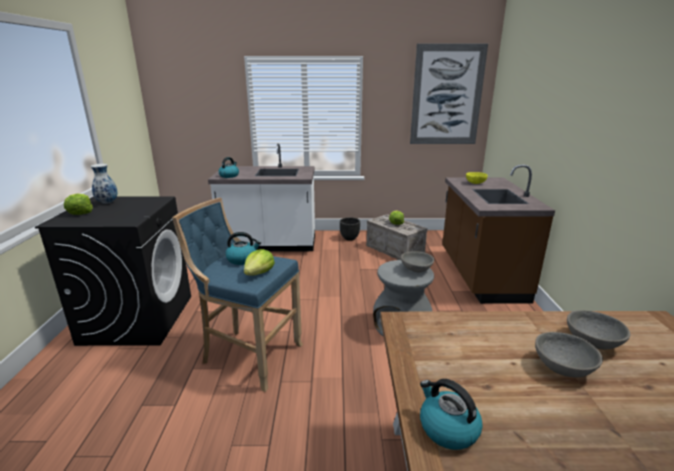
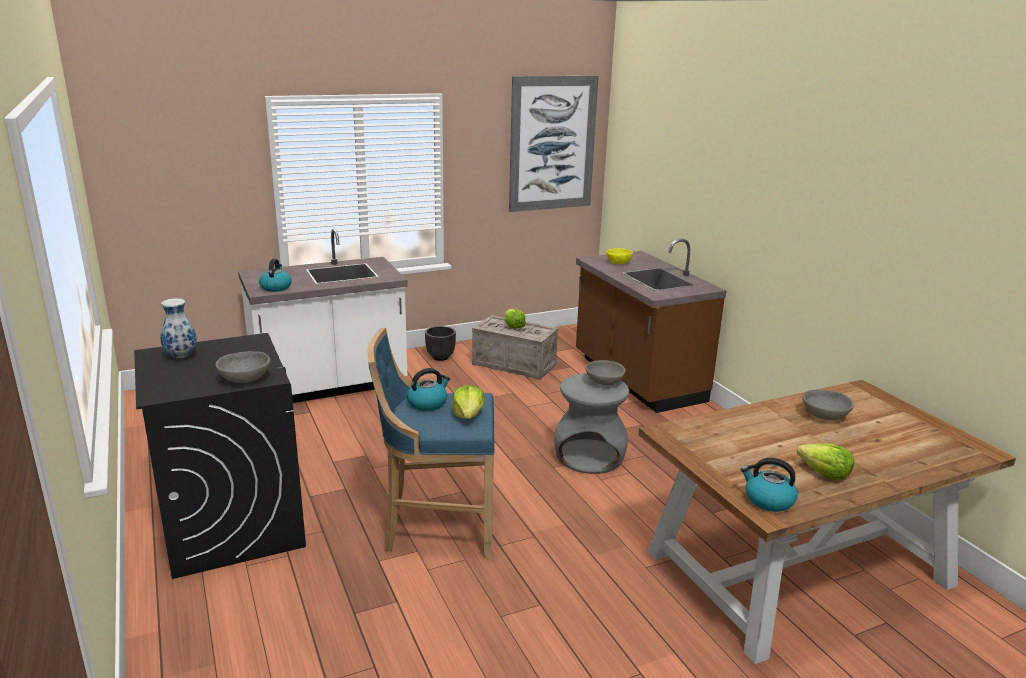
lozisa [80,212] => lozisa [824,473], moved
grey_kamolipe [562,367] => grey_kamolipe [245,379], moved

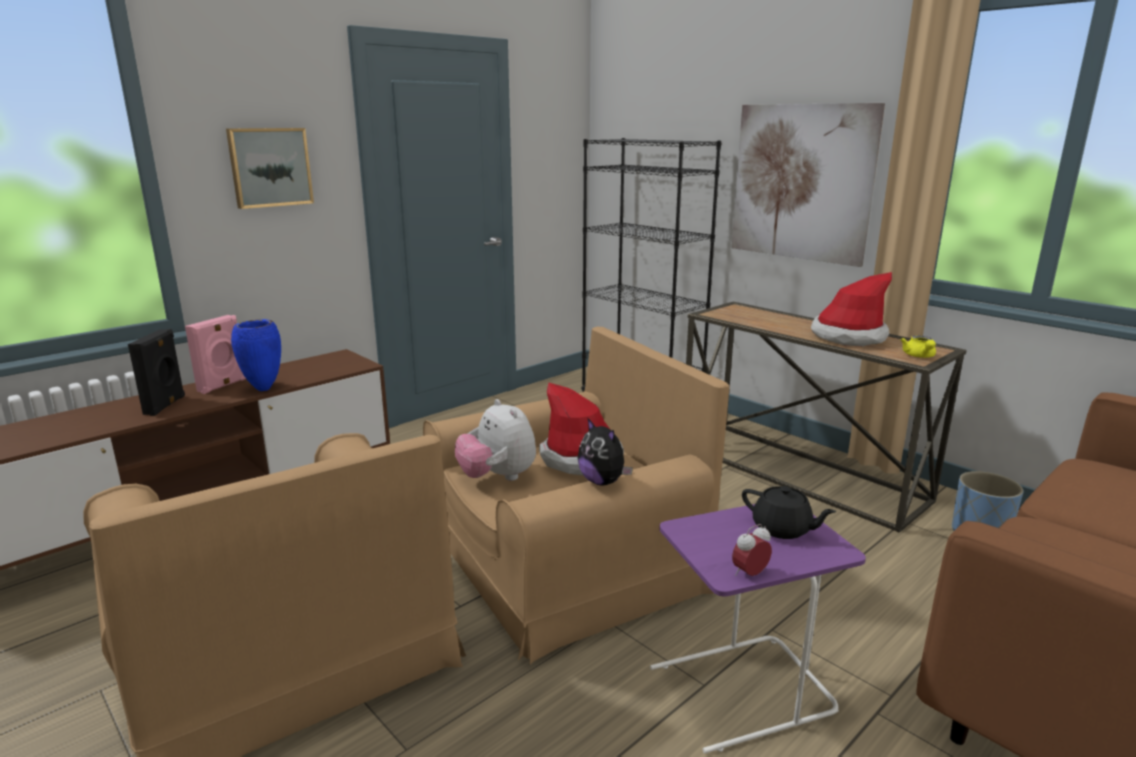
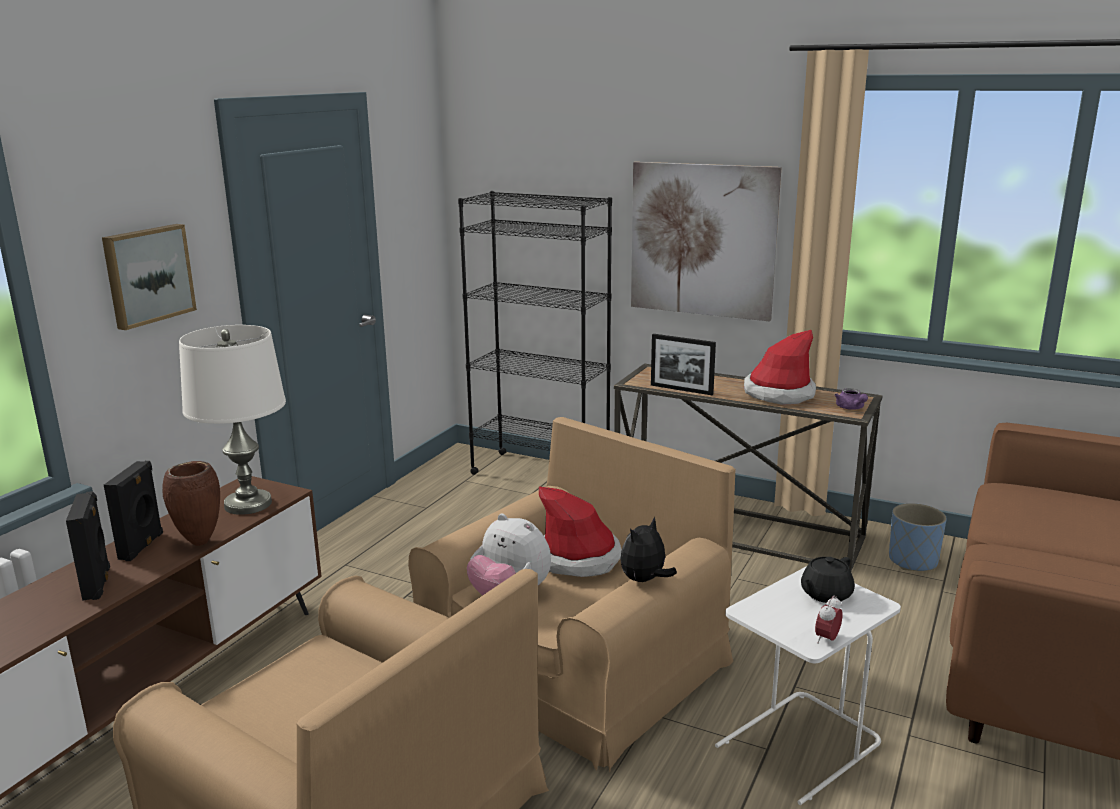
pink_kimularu [223,385] => black_kimularu [142,546]
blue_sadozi [263,389] => brown_sadozi [198,542]
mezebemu [603,481] => mezebemu [645,580], 105 degrees clockwise
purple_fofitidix [742,692] => white_fofitidix [800,746]
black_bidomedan [782,529] => black_bidomedan [825,594], 120 degrees clockwise
yellow_bidomedan [919,356] => purple_bidomedan [851,408]
nothing => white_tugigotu [248,504]
nothing => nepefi [681,389]

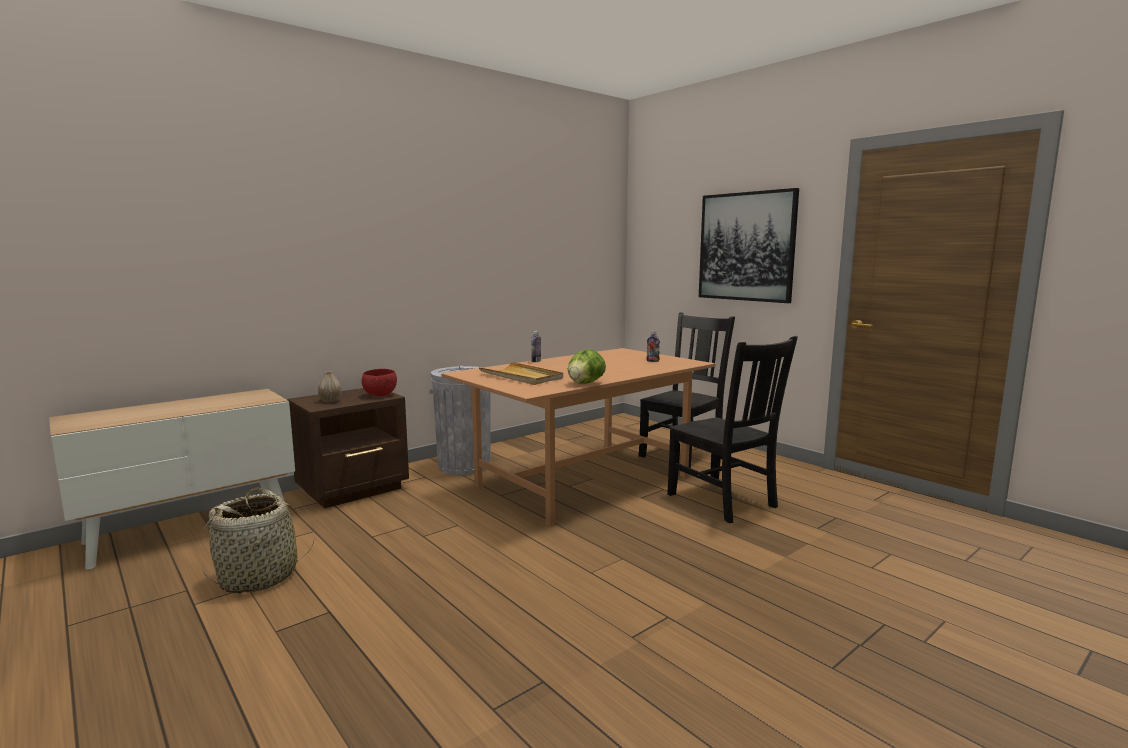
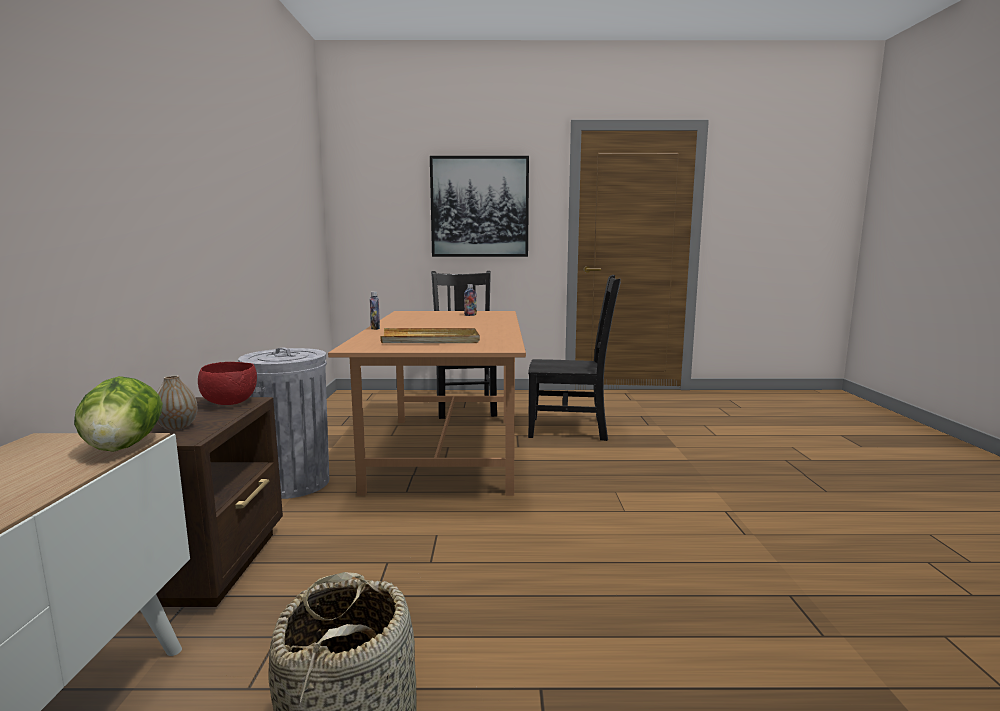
lozisa [585,383] => lozisa [123,447], moved

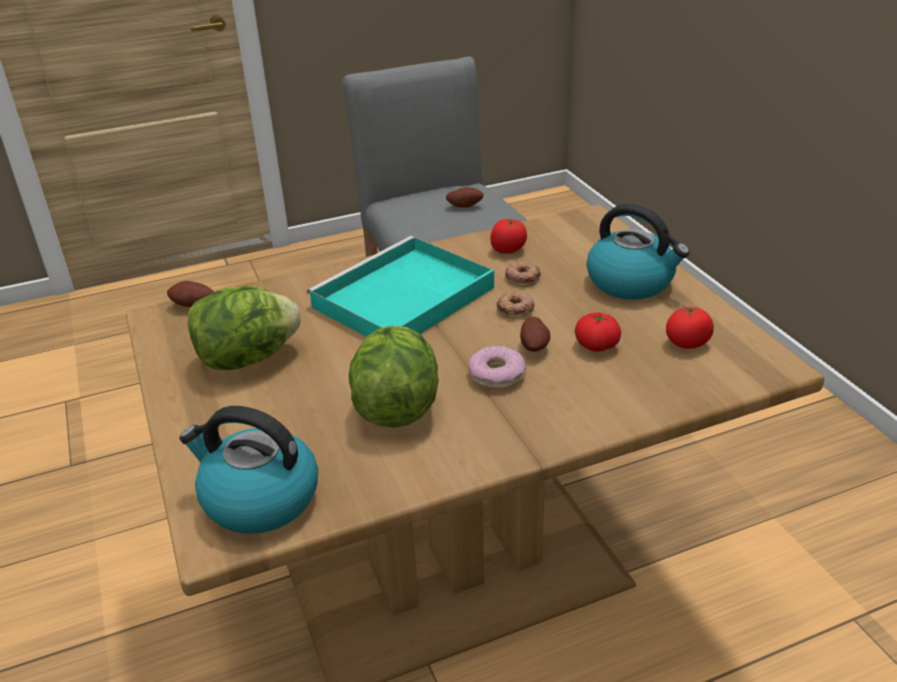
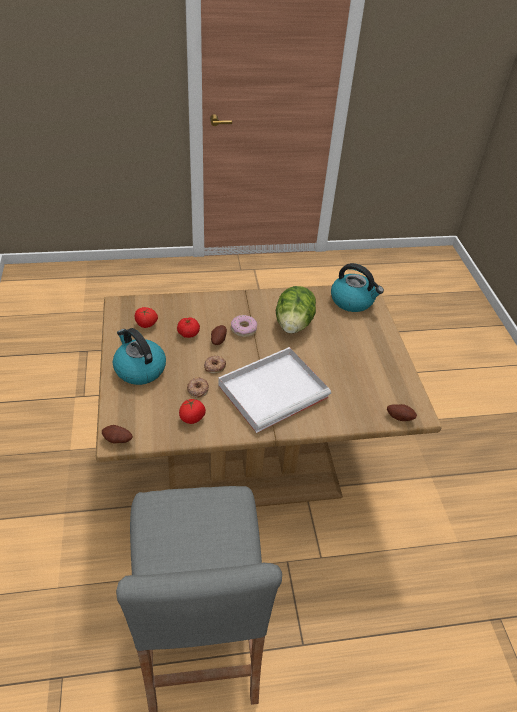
lozisa [247,358] => nothing
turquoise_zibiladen [401,299] => white_zibiladen [274,390]
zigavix [465,206] => zigavix [117,440], moved

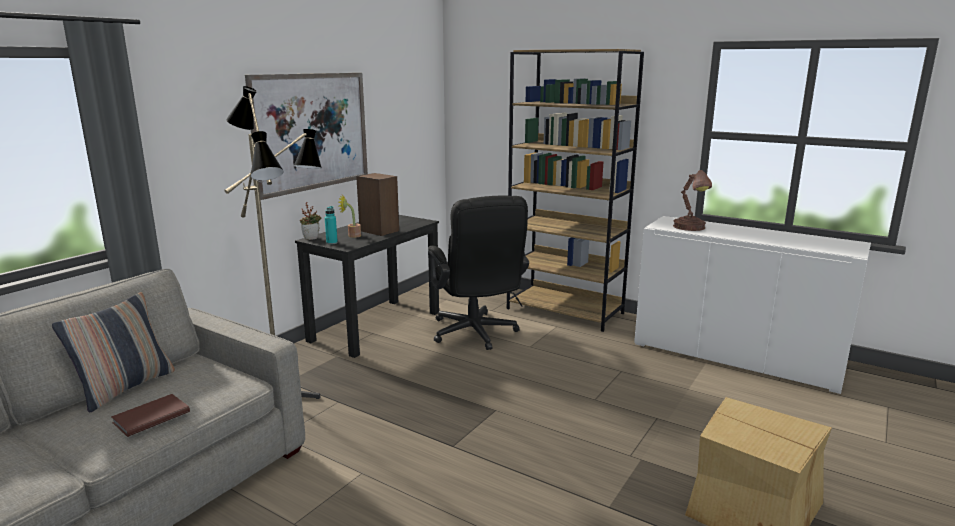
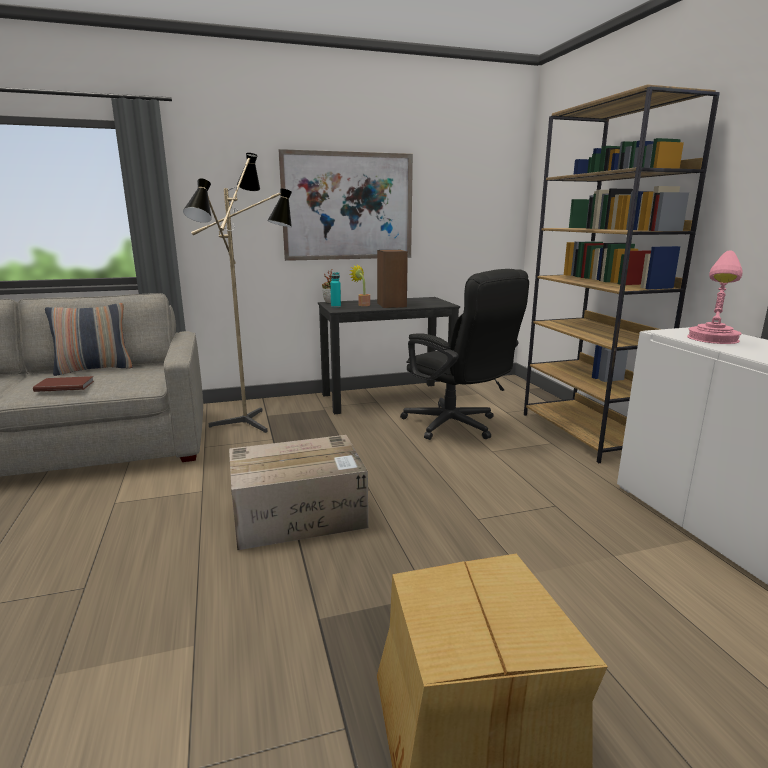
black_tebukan [476,335] => black_tebukan [457,427], 60 degrees counterclockwise
brown_tugigotu [690,227] => pink_tugigotu [713,339]
nothing => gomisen [300,513]

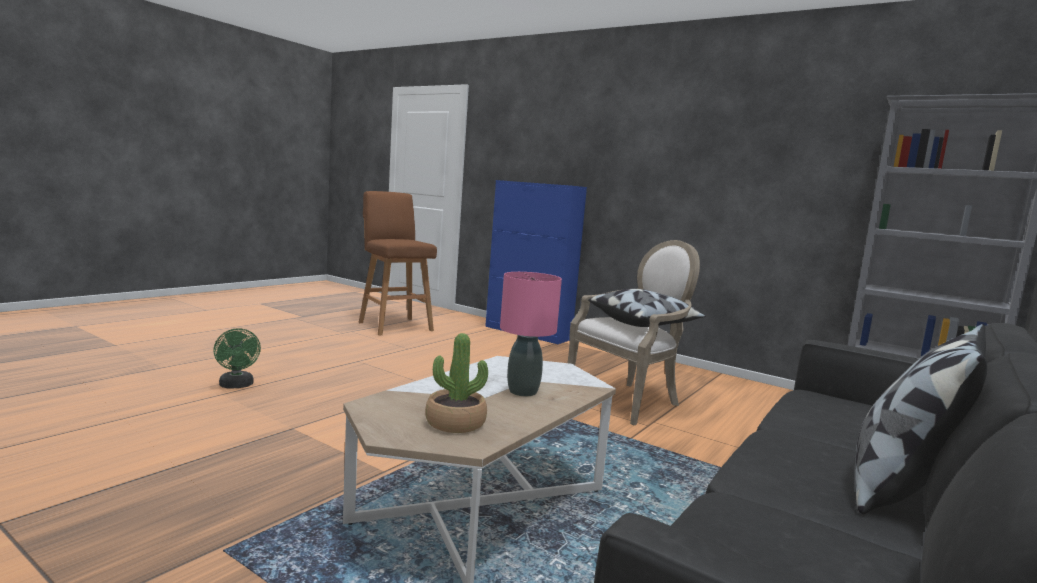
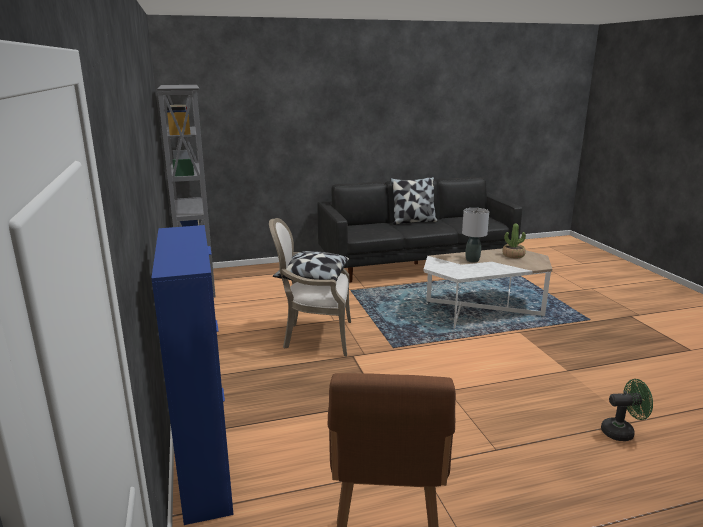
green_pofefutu [237,386] => green_pofefutu [622,432], 75 degrees clockwise
pink_tugigotu [523,391] => grey_tugigotu [472,260]

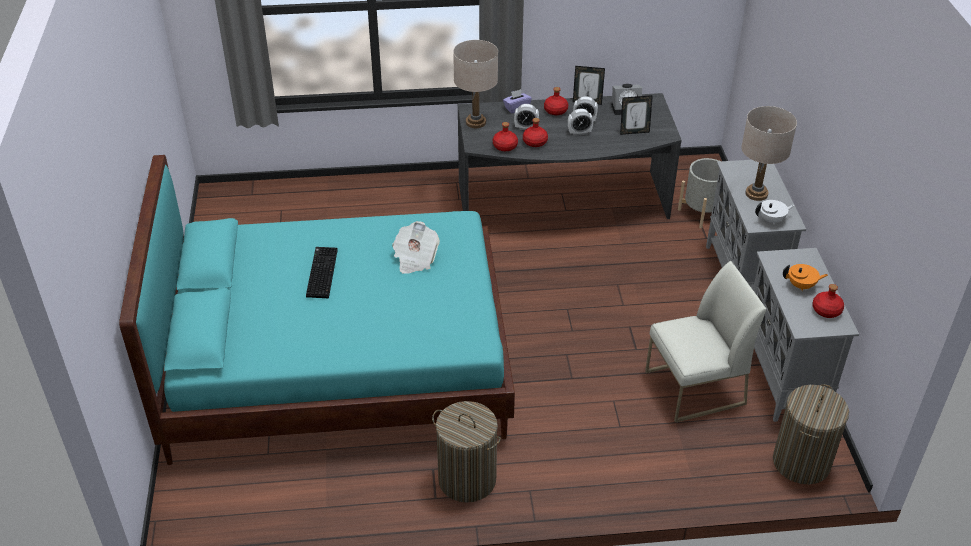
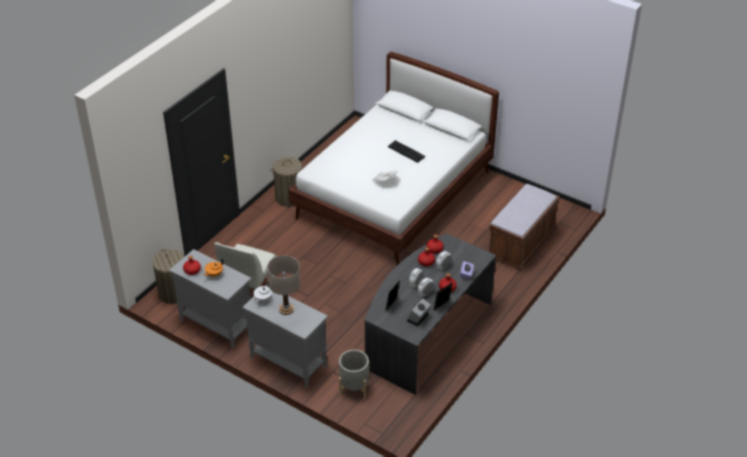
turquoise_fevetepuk [338,364] => white_fevetepuk [394,195]
beige_tugigotu [475,122] => nothing
nothing => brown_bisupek [521,244]

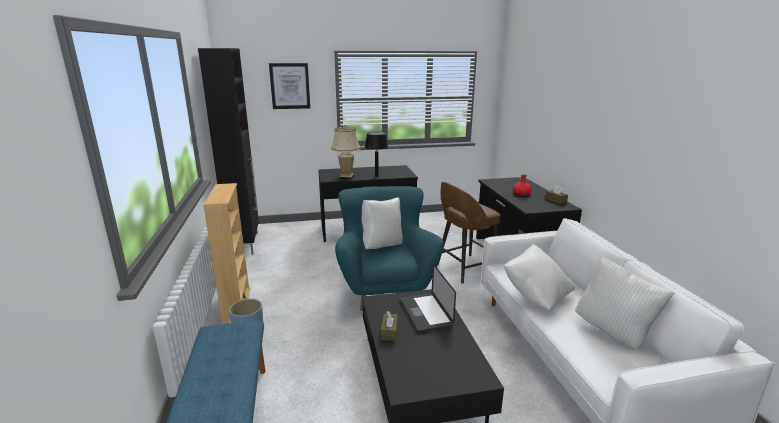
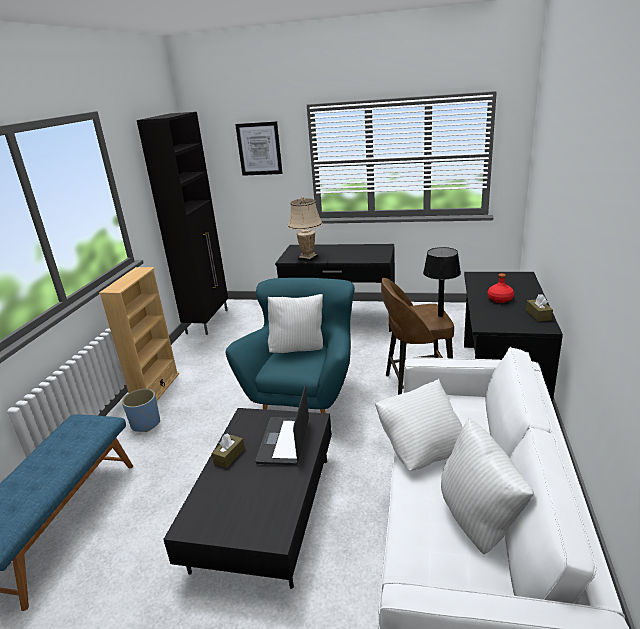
black_tugigotu [376,176] => black_tugigotu [440,315], moved

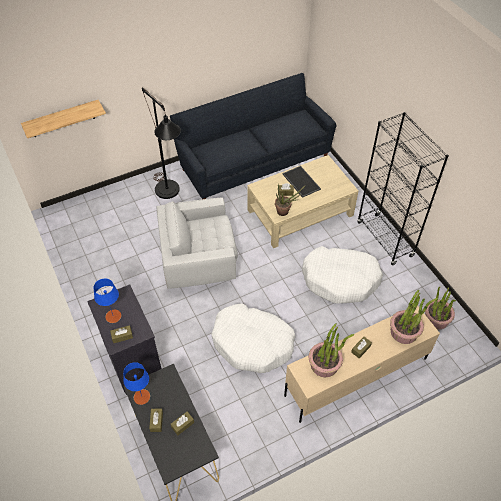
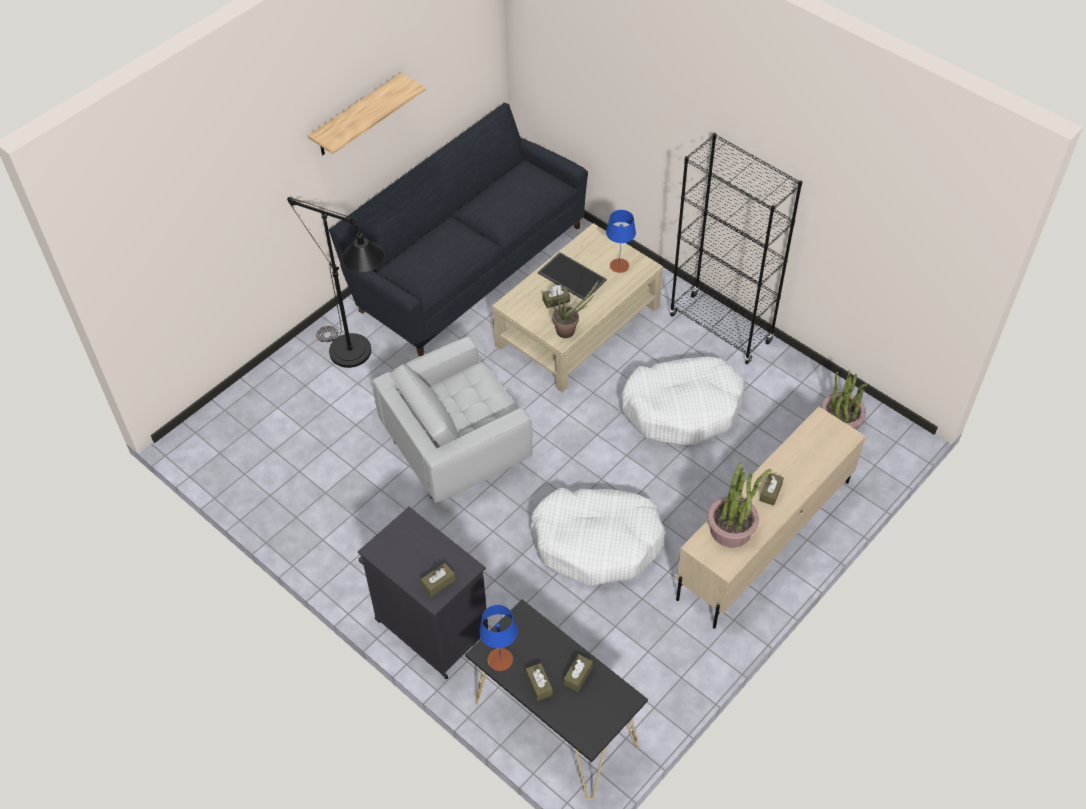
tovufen [62,119] => tovufen [357,116], moved
blue_tugigotu [113,316] => blue_tugigotu [619,265], moved
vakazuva [404,332] => nothing

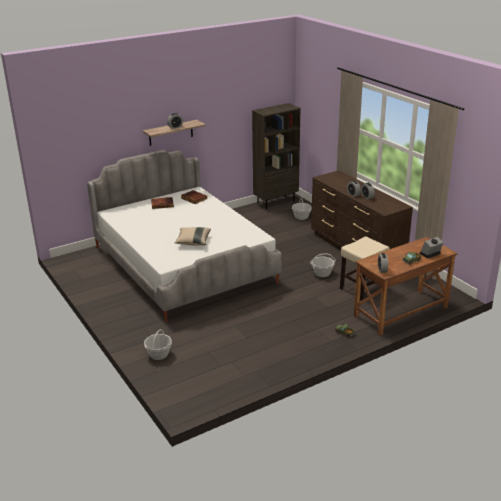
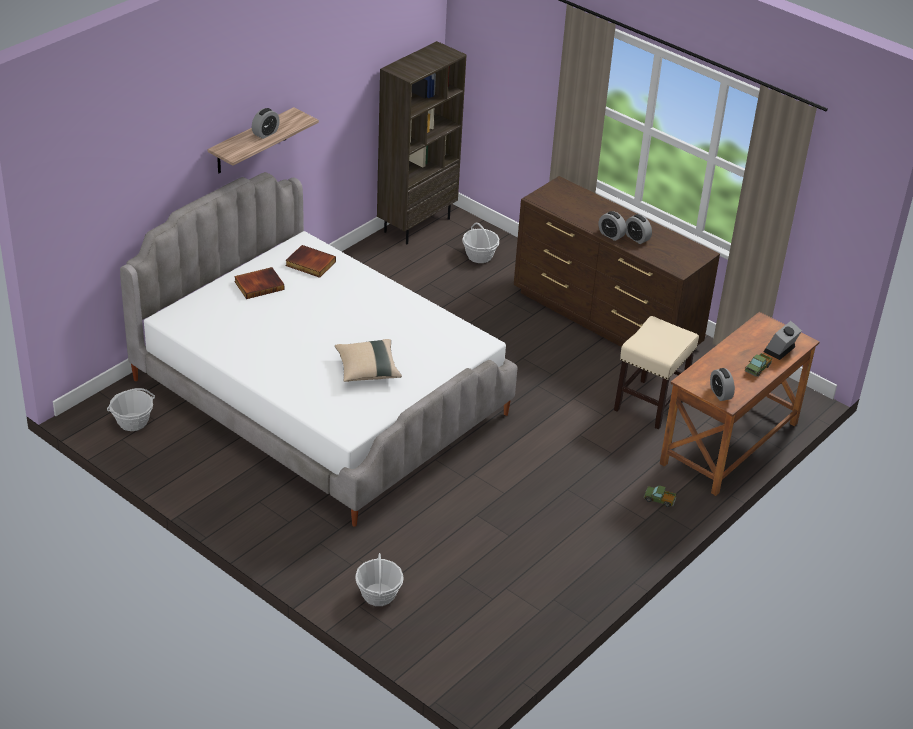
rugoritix [322,273] => rugoritix [132,422], moved

